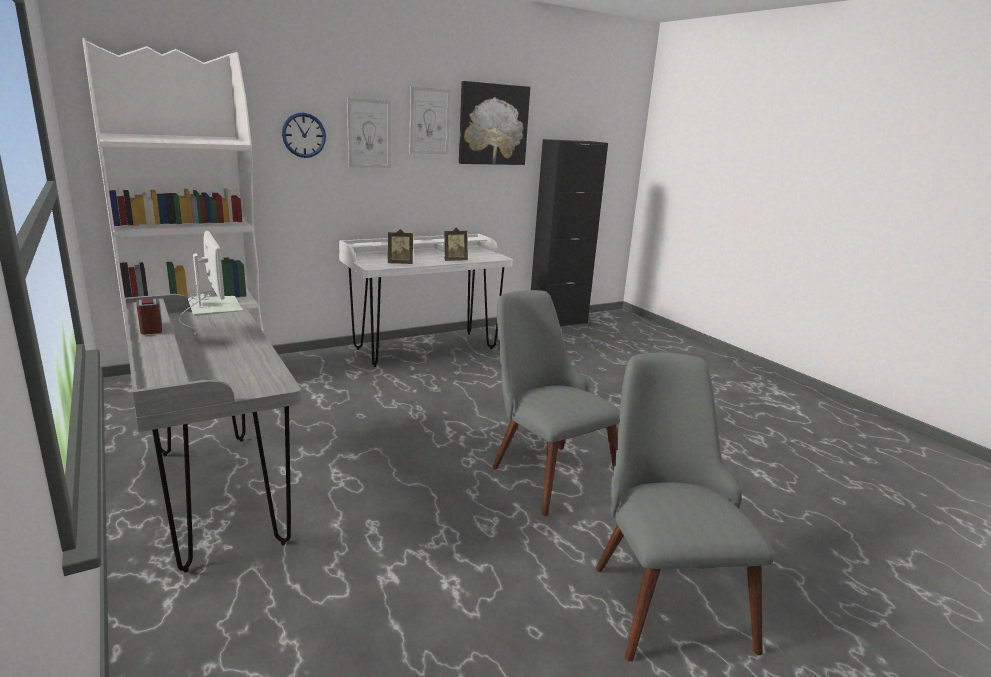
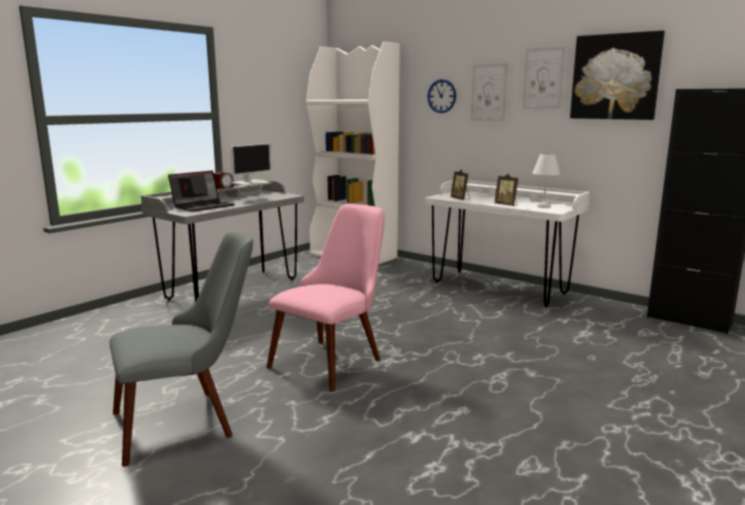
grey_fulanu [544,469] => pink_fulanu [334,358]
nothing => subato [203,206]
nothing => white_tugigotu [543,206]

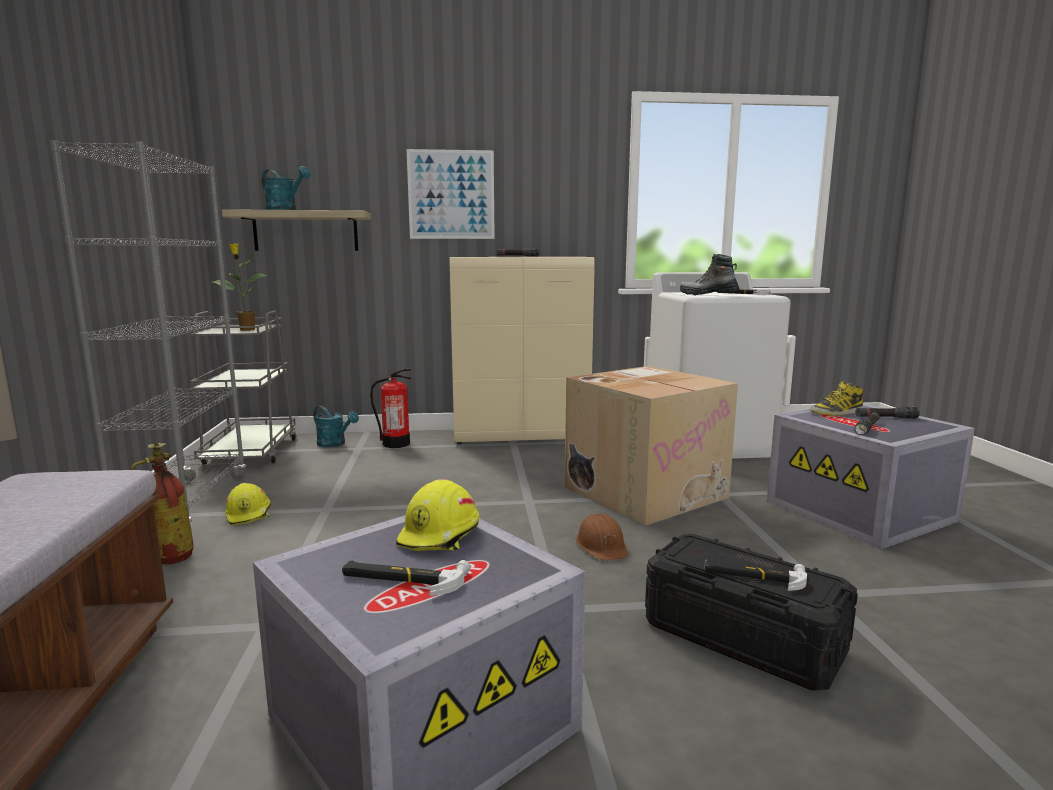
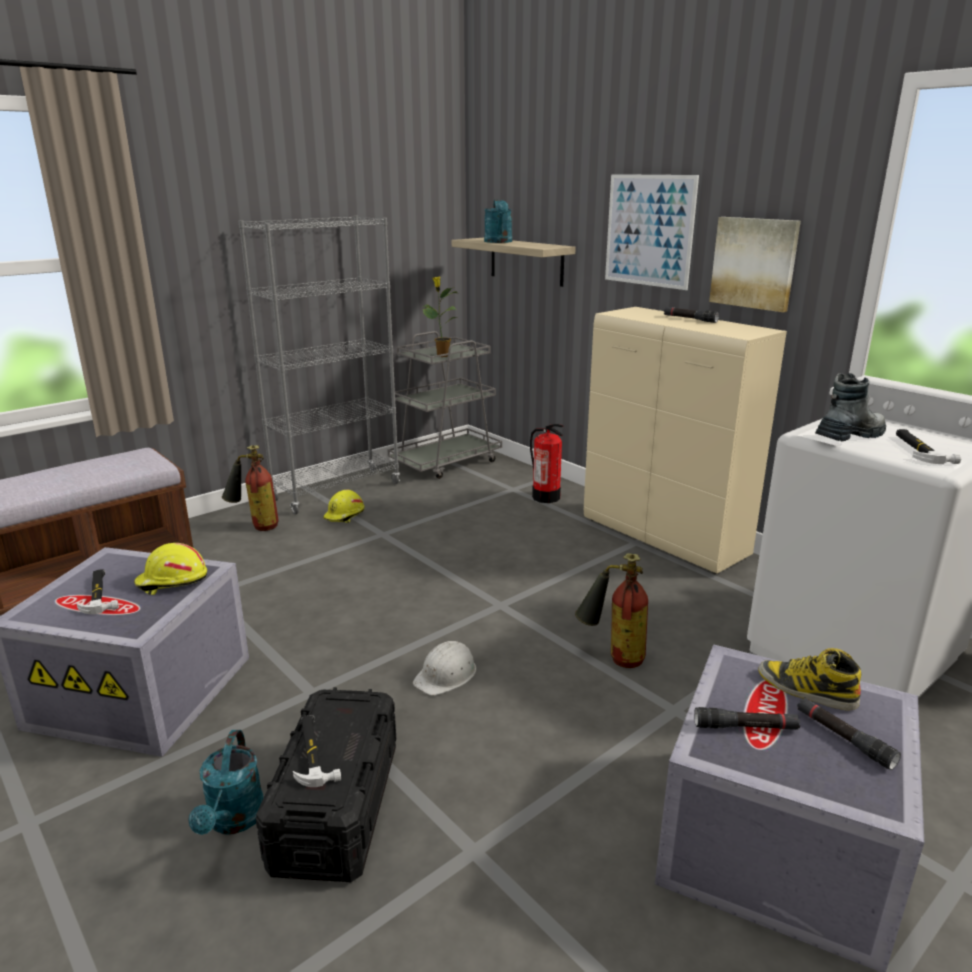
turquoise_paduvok [335,444] => turquoise_paduvok [234,821], moved
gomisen [645,491] => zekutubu [612,657]
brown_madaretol [602,546] => white_madaretol [446,675]
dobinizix [708,295] => dobinizix [849,436], 60 degrees clockwise
nothing => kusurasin [754,263]

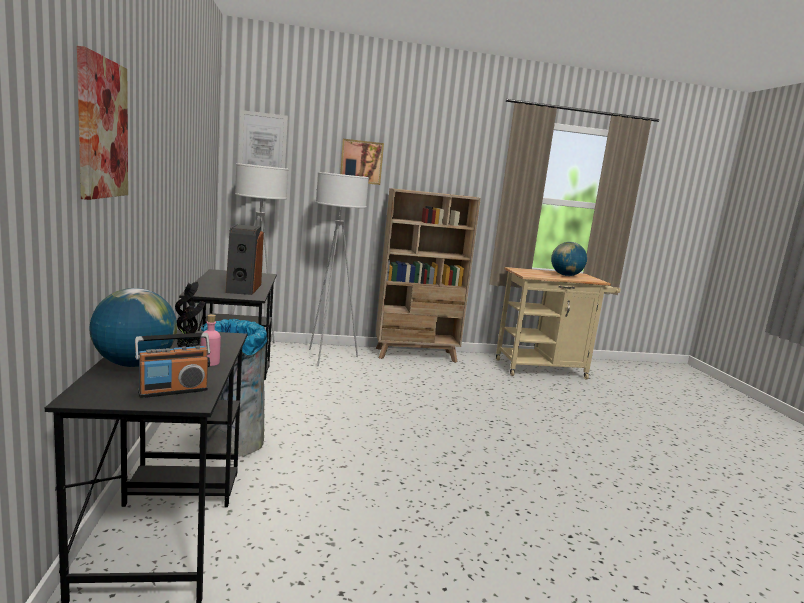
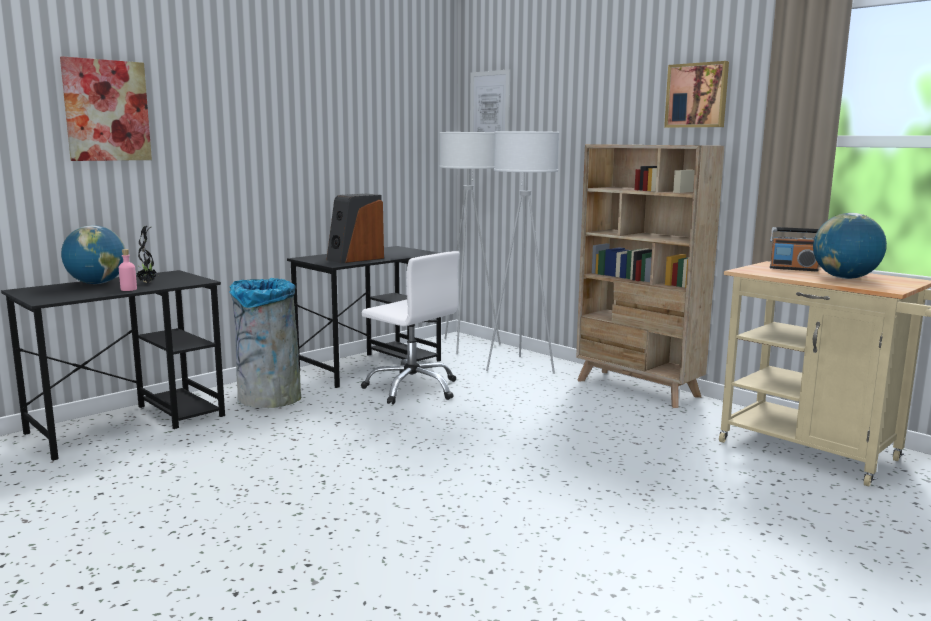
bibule [173,391] => bibule [793,269], moved
kusurasin [361,162] => kusurasin [697,95], moved
nothing => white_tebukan [412,388]

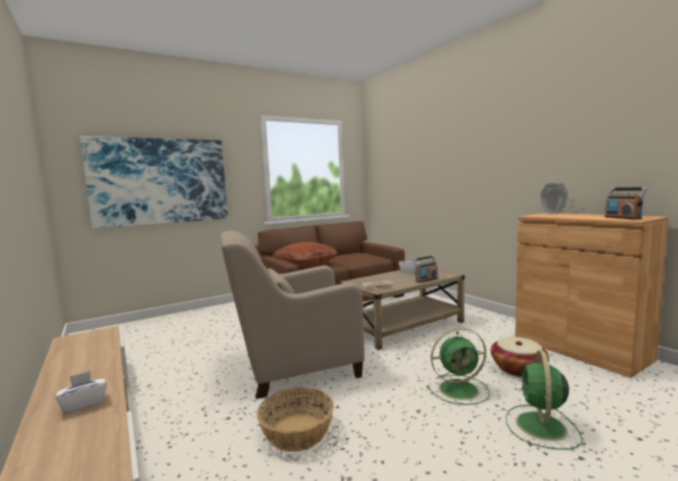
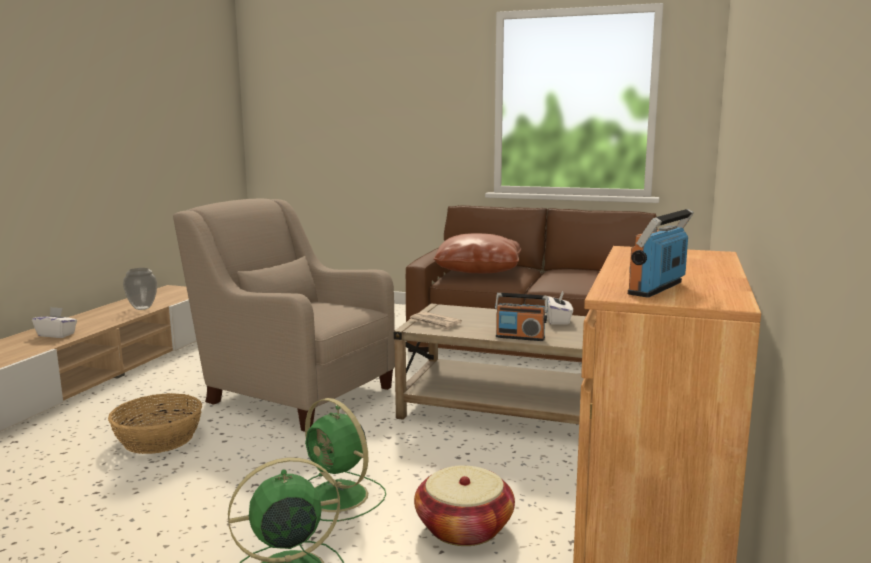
kusurasin [160,181] => nothing
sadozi [552,213] => sadozi [143,308], moved

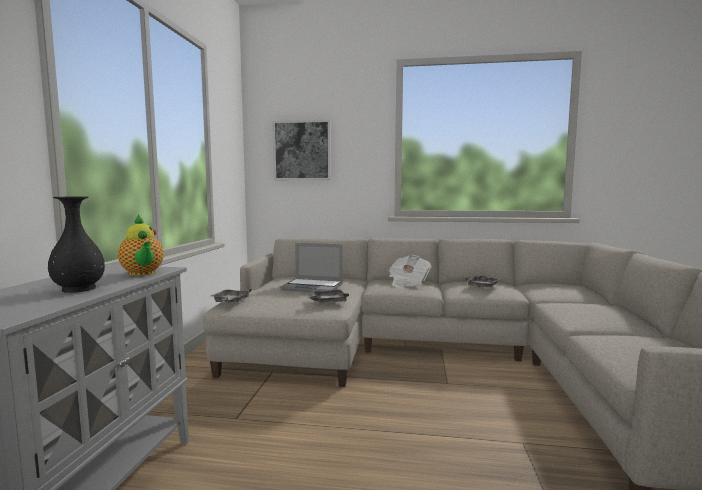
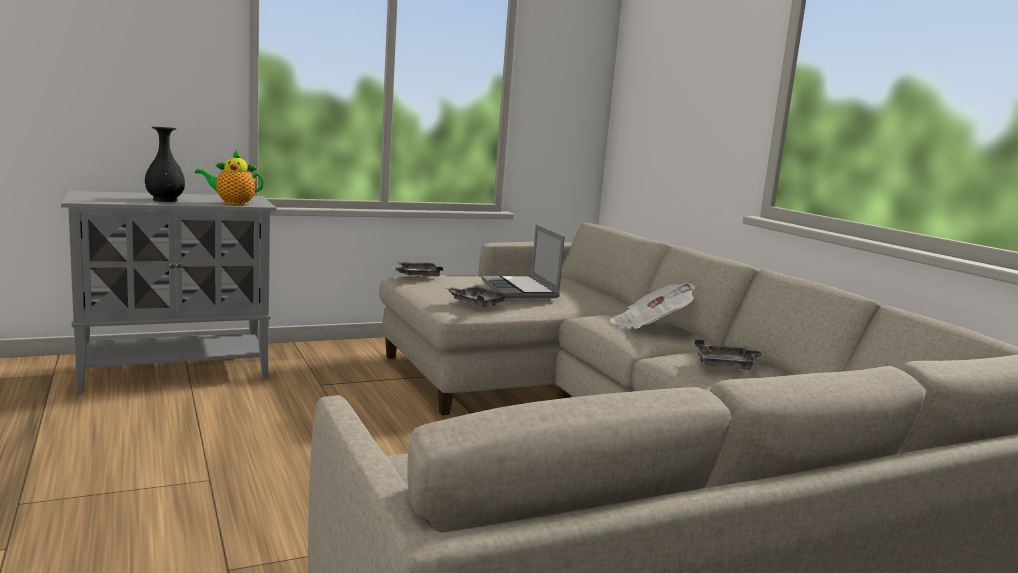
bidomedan [143,273] => bidomedan [233,203], 60 degrees clockwise
kusurasin [302,150] => nothing

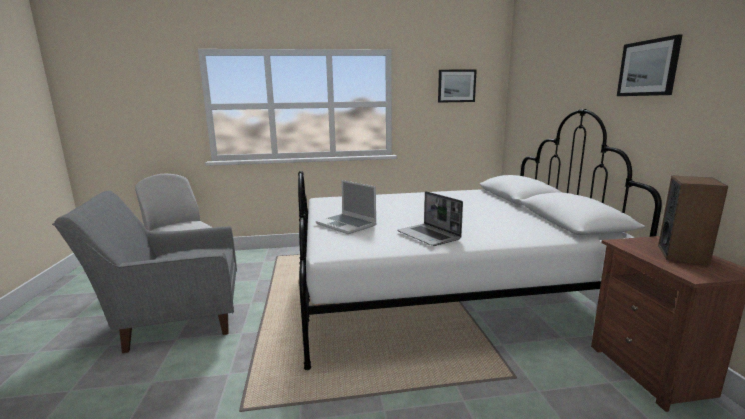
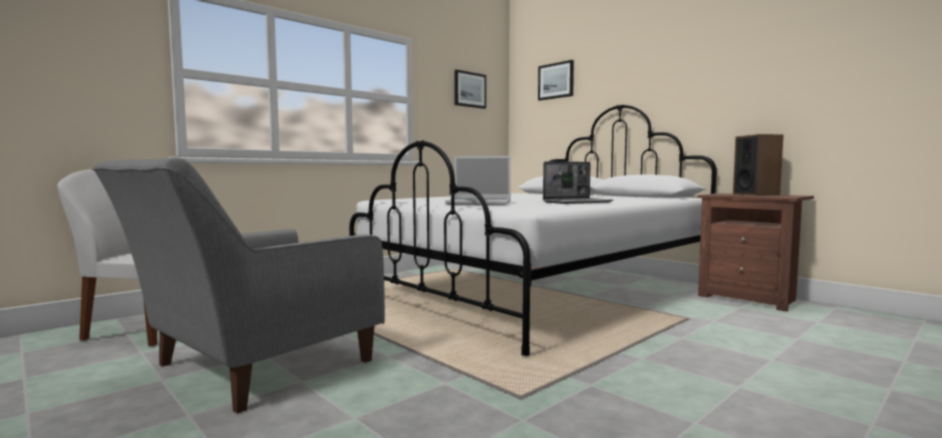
subato [429,236] => subato [577,202], 45 degrees counterclockwise
kusurasin [648,68] => kusurasin [556,81], moved

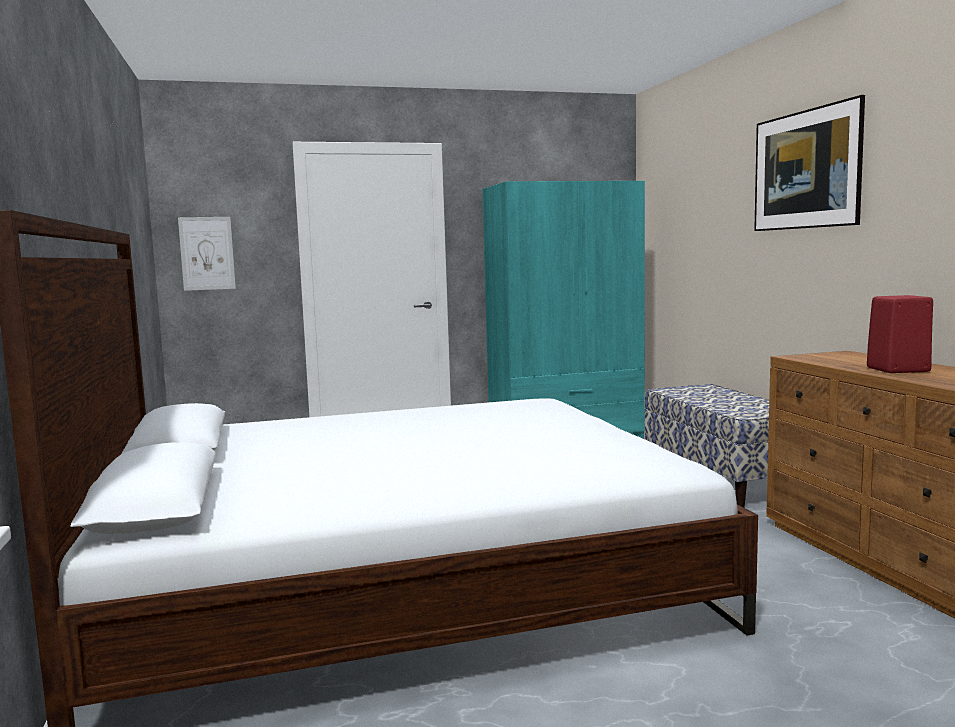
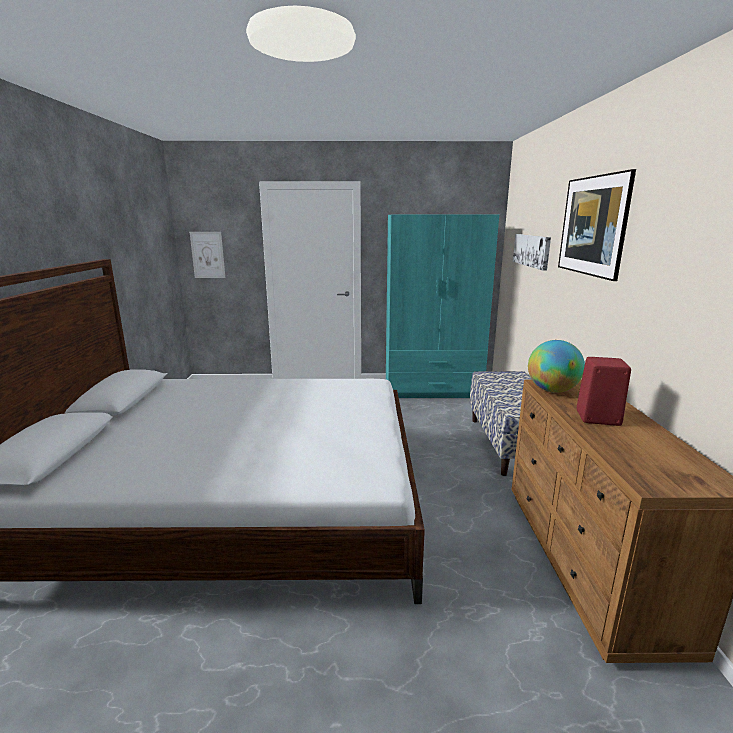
nothing => kusurasin [532,250]
nothing => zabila [552,390]

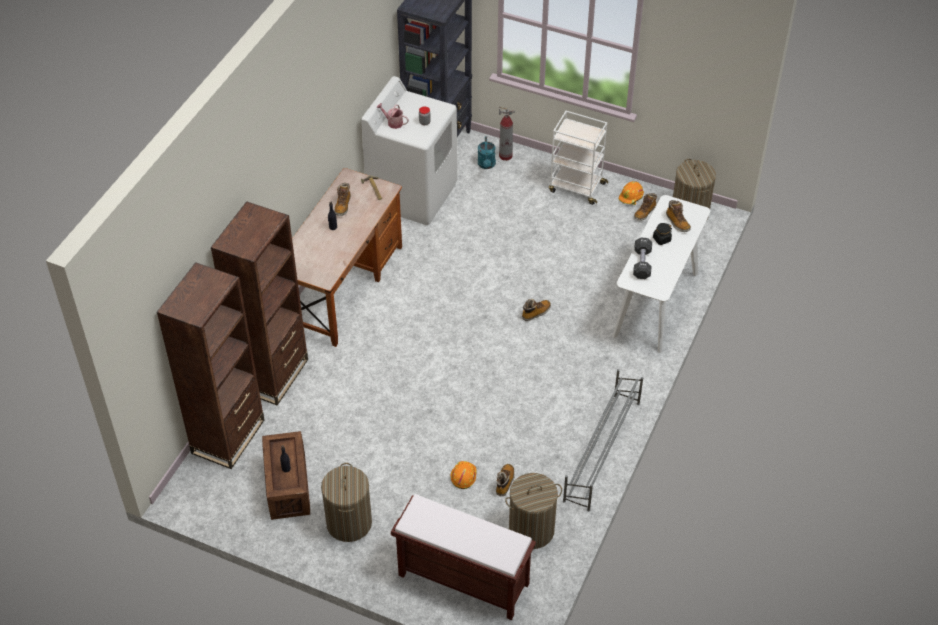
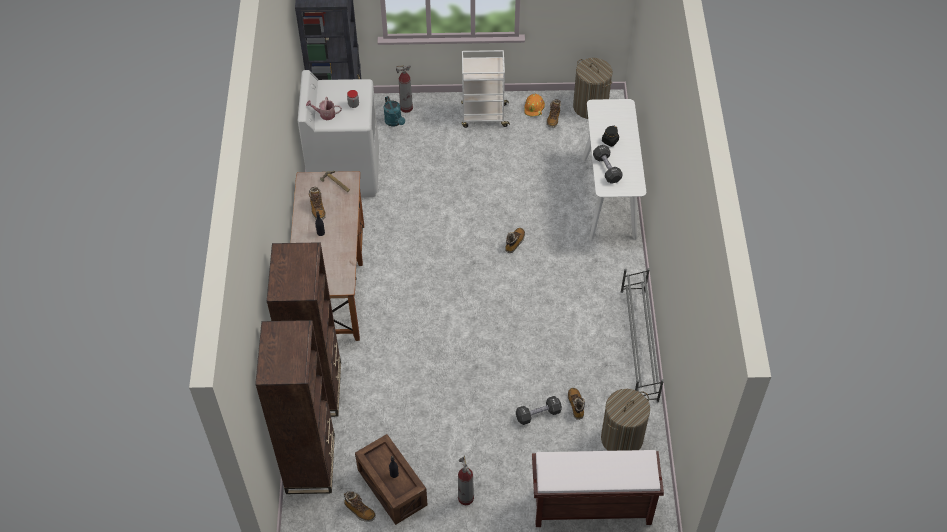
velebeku [349,523] => zekutubu [466,498]
orange_madaretol [463,476] => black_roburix [538,414]
dobinizix [677,223] => dobinizix [359,510], moved

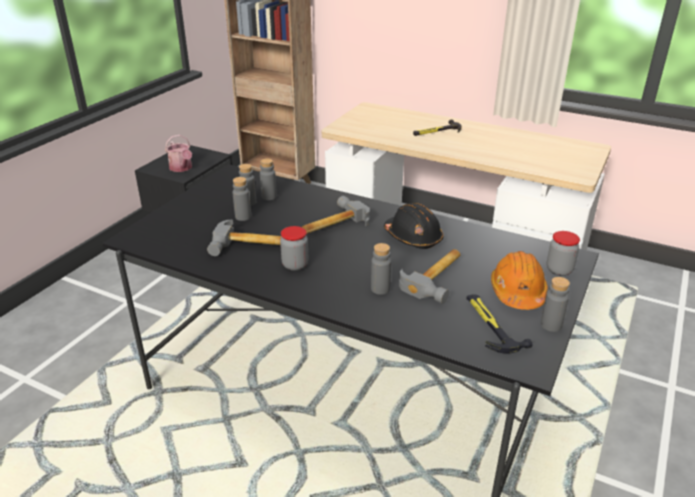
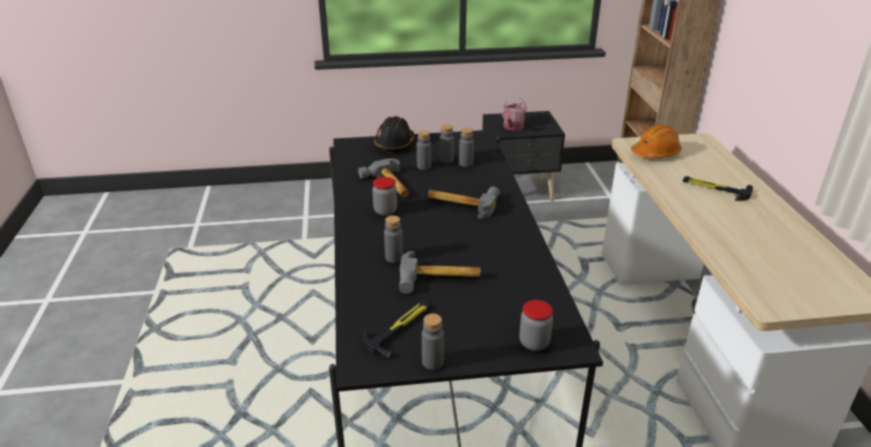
black_madaretol [413,237] => black_madaretol [394,144], moved
orange_madaretol [517,292] => orange_madaretol [655,153], moved

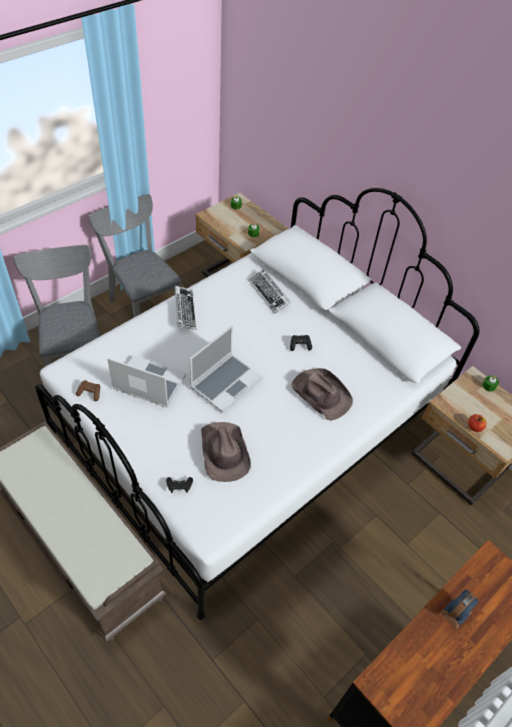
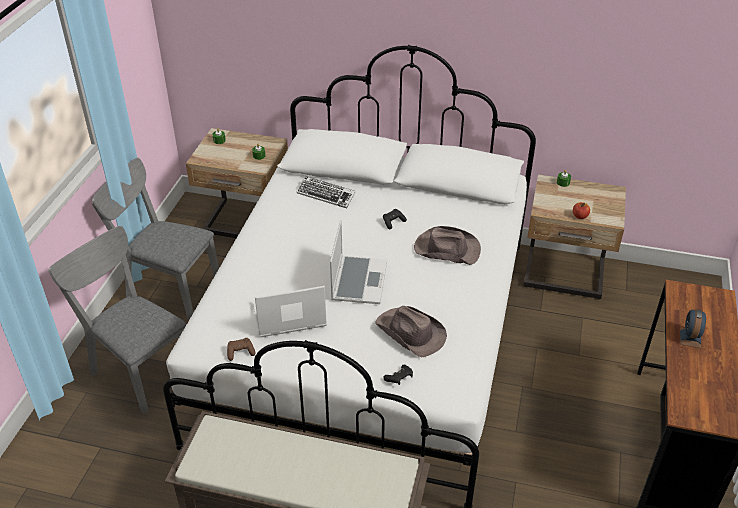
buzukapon [185,310] => nothing

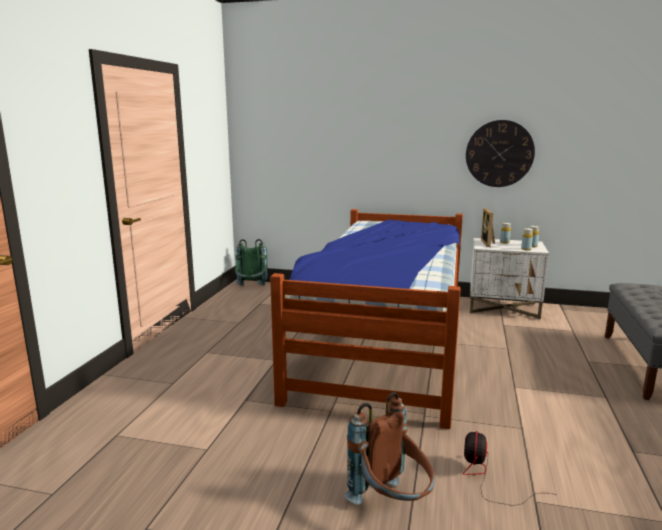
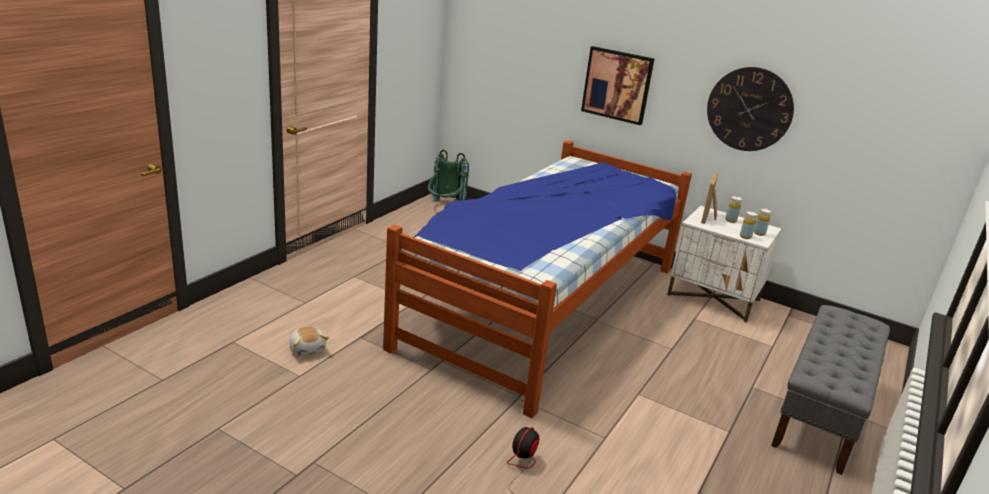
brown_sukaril [392,505] => nothing
nothing => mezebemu [308,349]
nothing => kusurasin [617,85]

